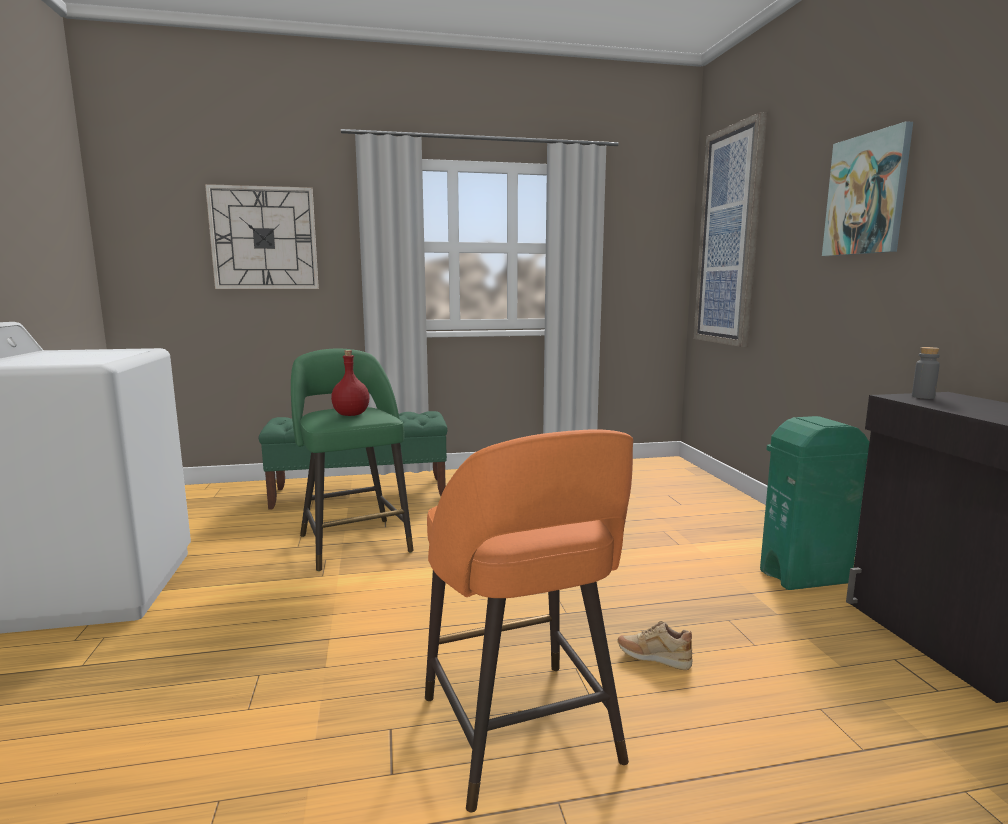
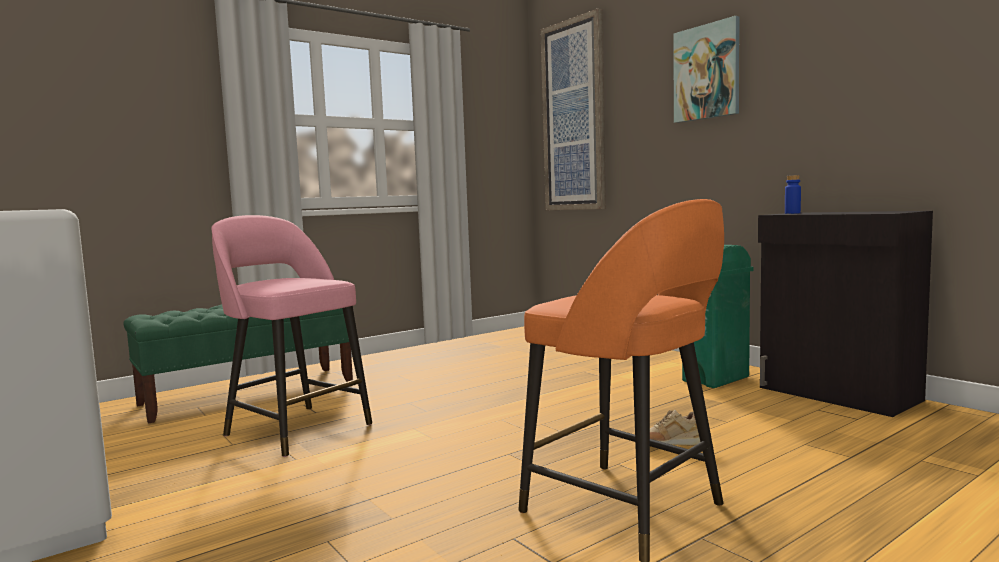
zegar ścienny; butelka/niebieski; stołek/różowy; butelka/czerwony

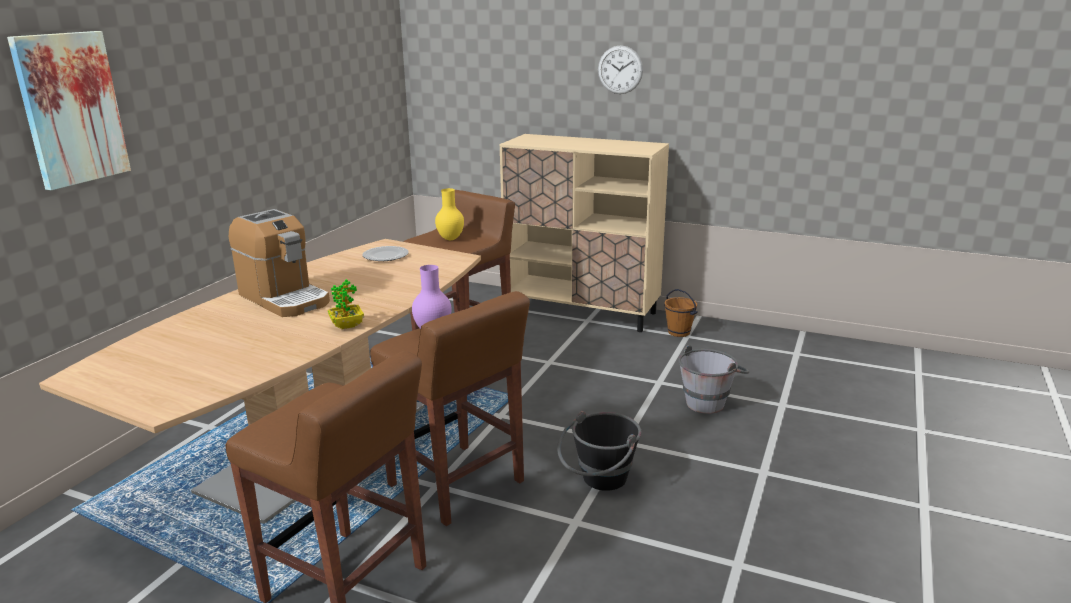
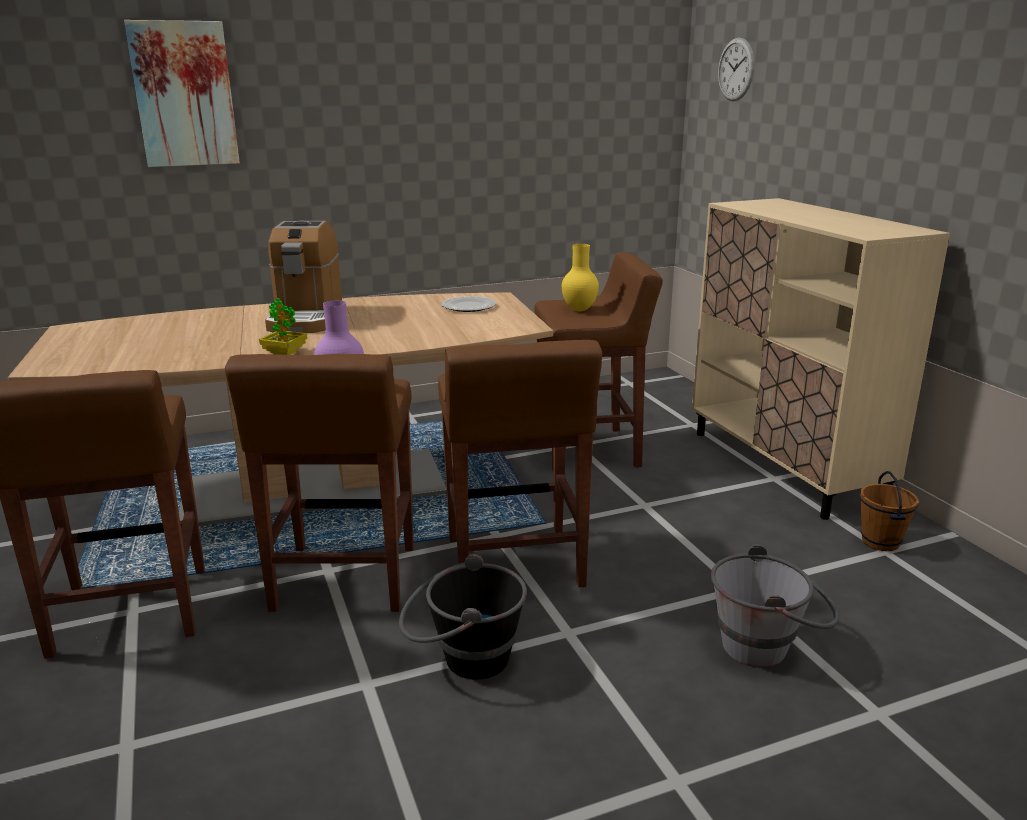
zegar ścienny; stołek/brązowy (3rd from left)

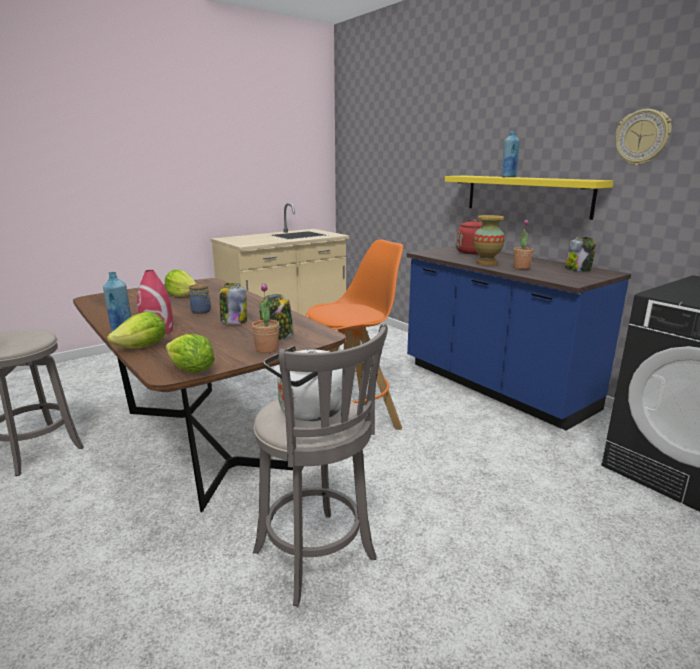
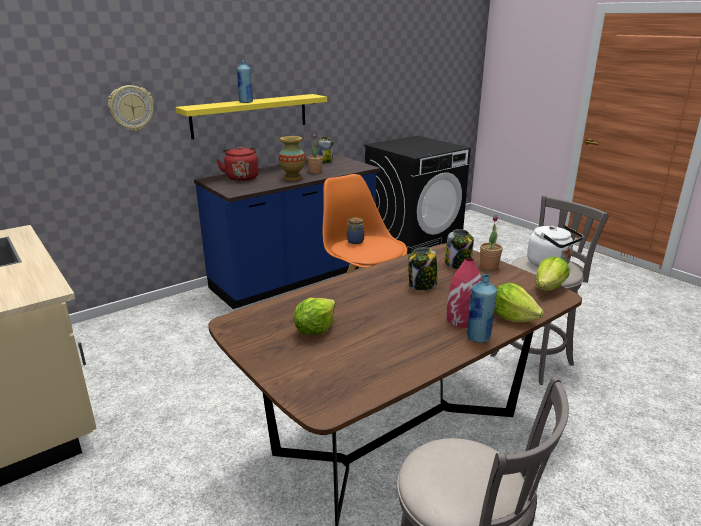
zegar ścienny; słoik (2nd from left)

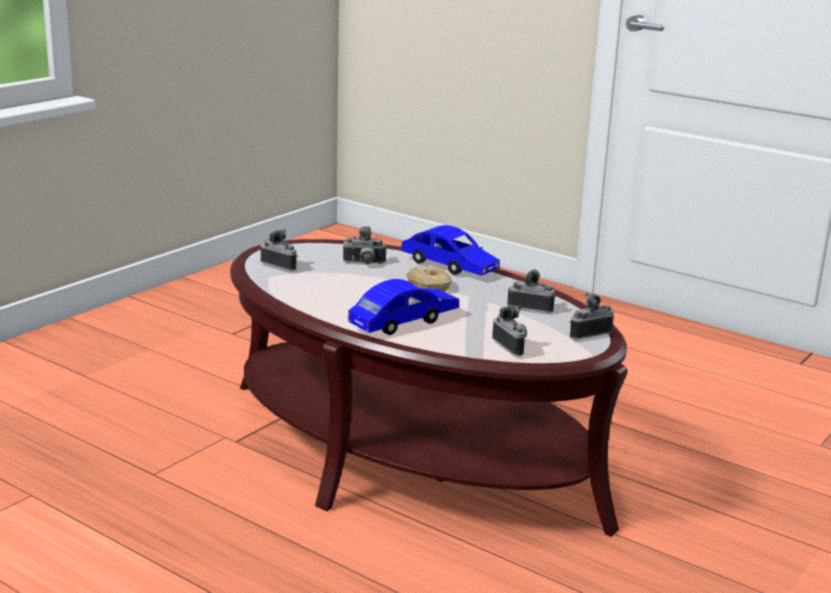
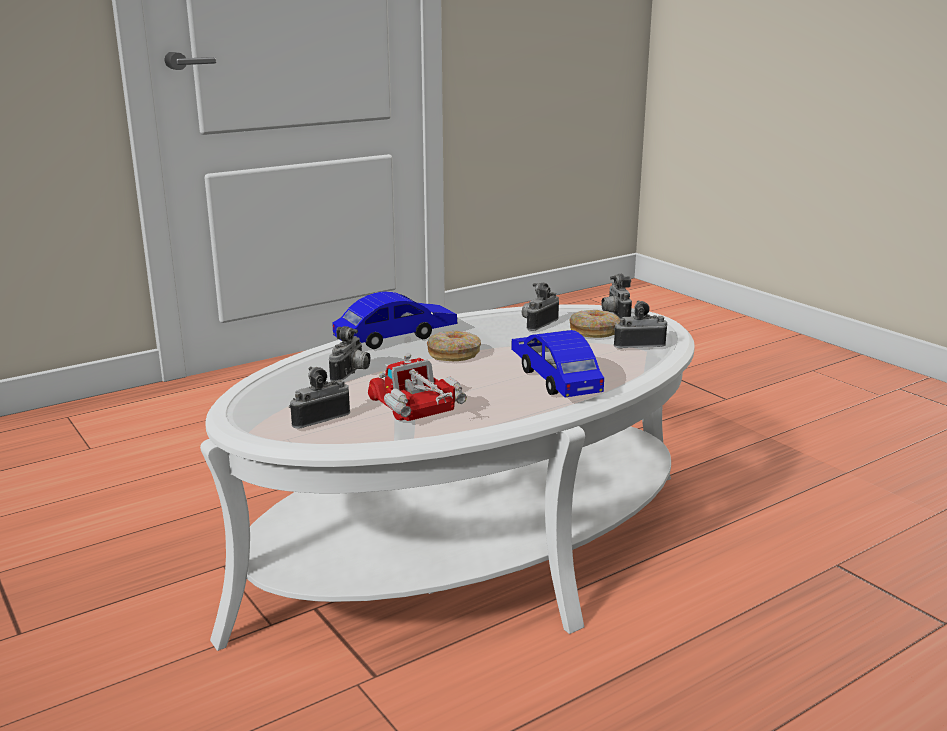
ława/biały; donut (2nd from left); ciężarówka zabawkowa

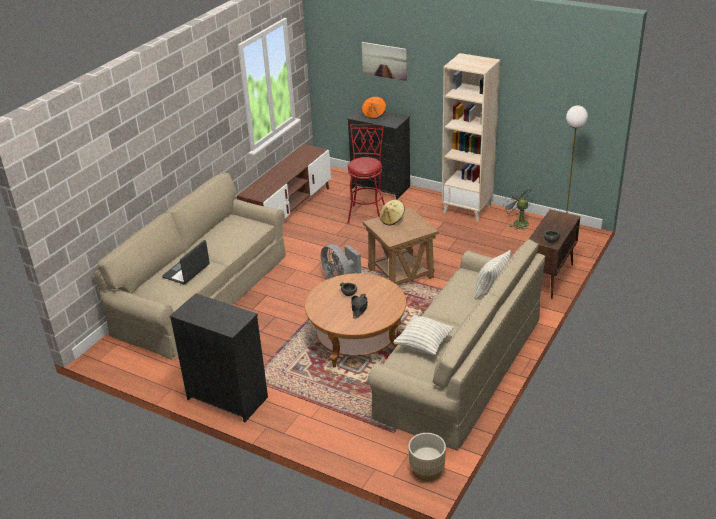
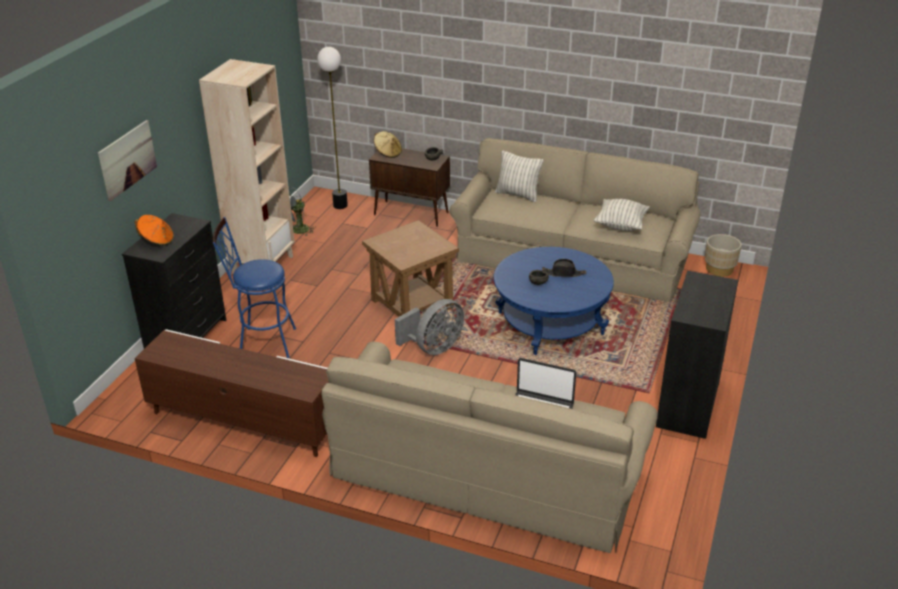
stołek/niebieski; kapelusz/beżowy; ława/niebieski

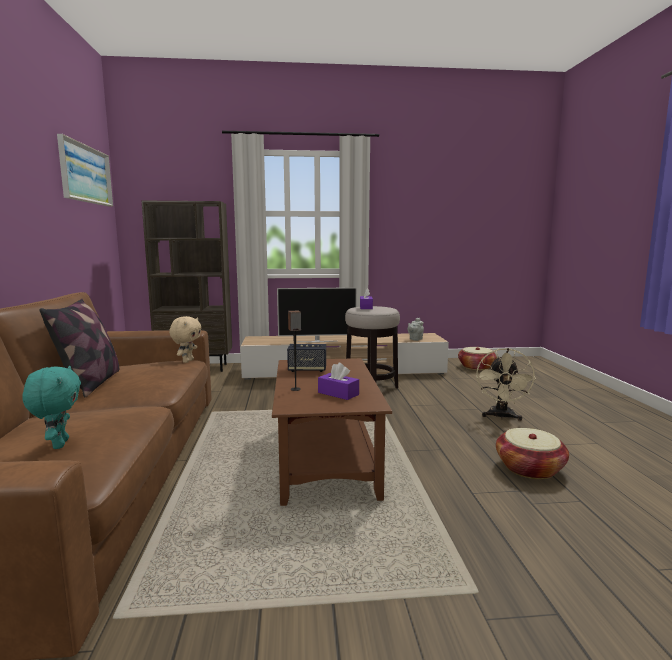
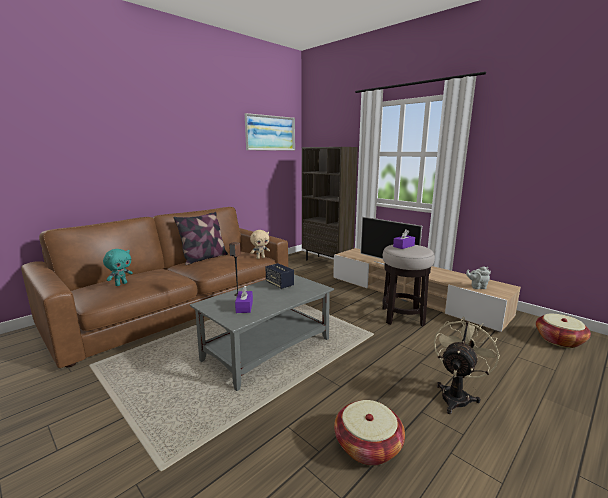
wentylator/beżowy; ława/szary

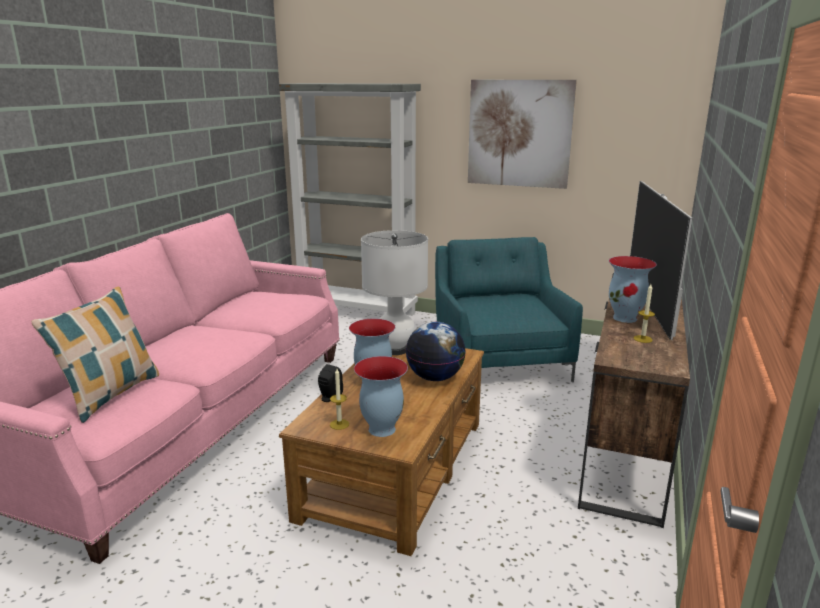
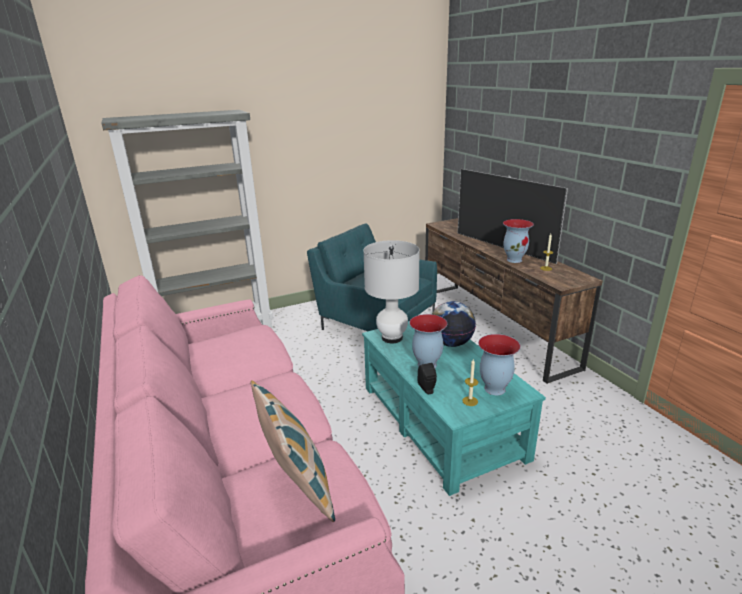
obraz; ława/turkusowy

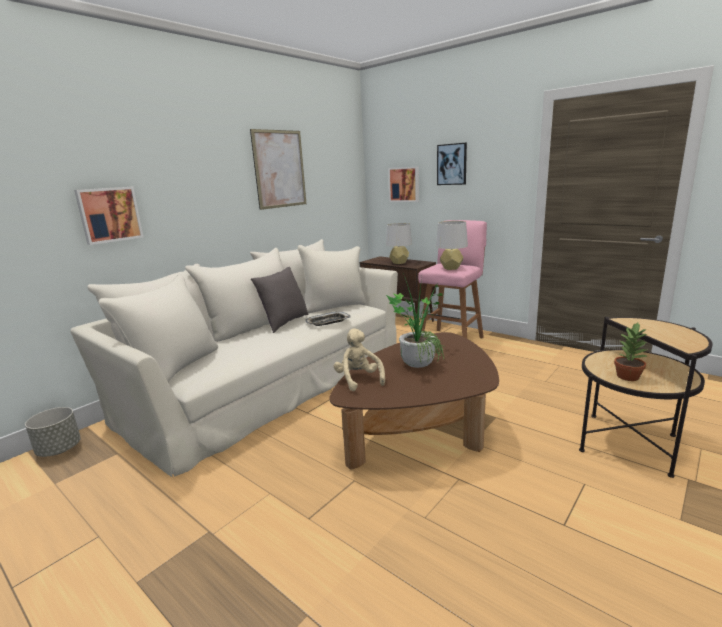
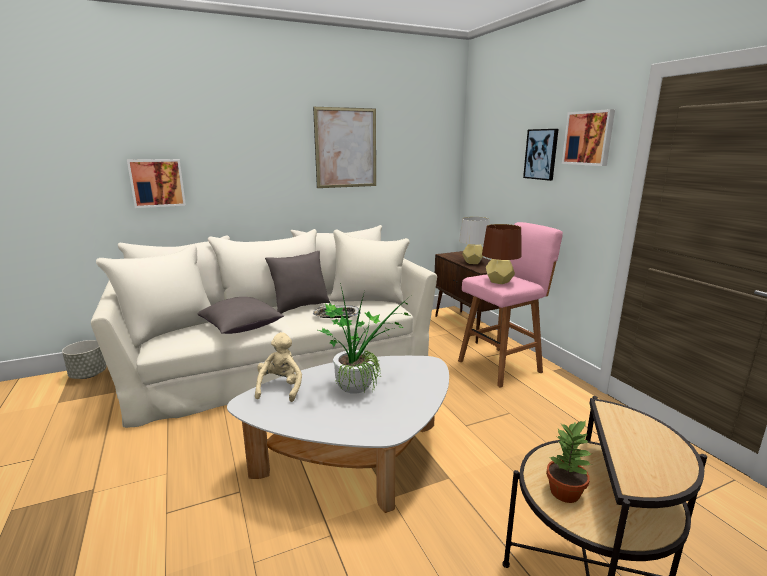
obraz (4th from left); lampa stołowa/brązowy; ława/biały; poduszka/szary (1st from left)

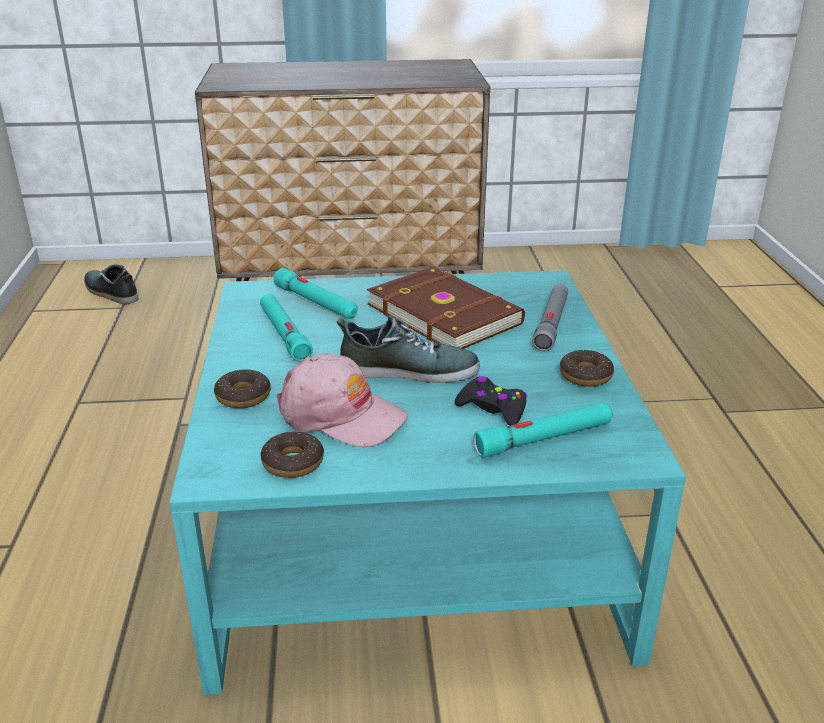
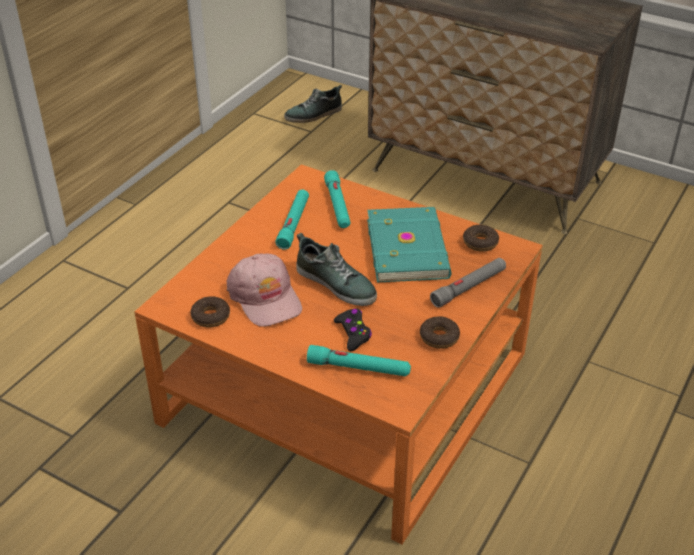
but (1st from left); książka/turkusowy; ława/pomarańczowy; donut (3rd from left)

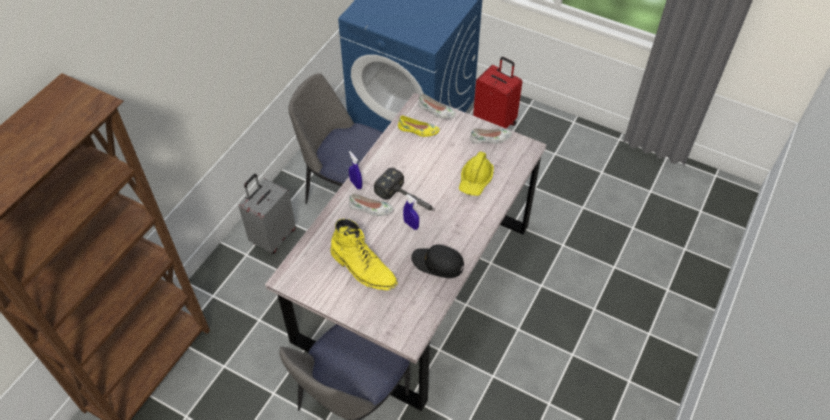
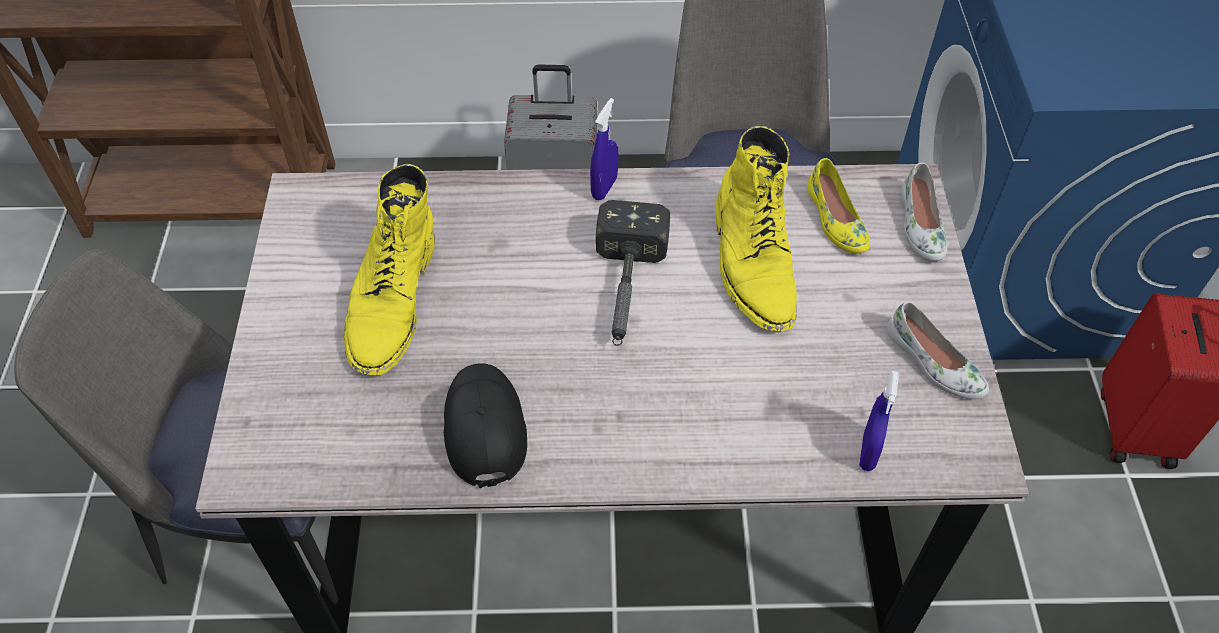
kask/żółty; but/biały (1st from left in the first image); spryskiwacz/niebieski (2nd from left); but z cholewką/żółty (2nd from left)

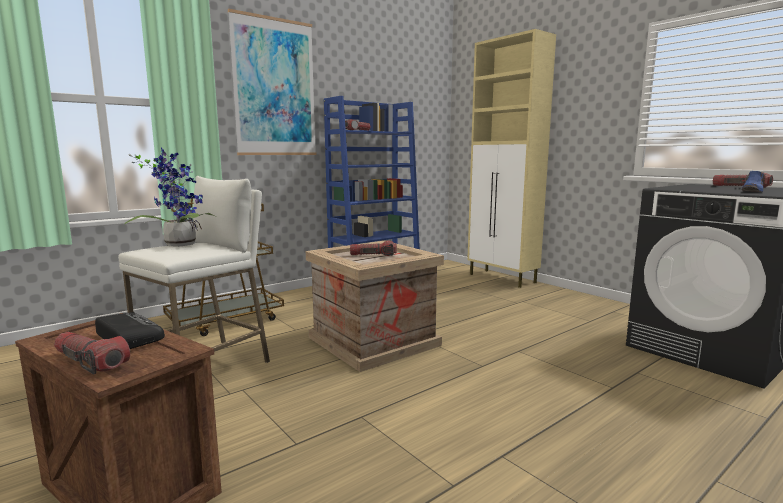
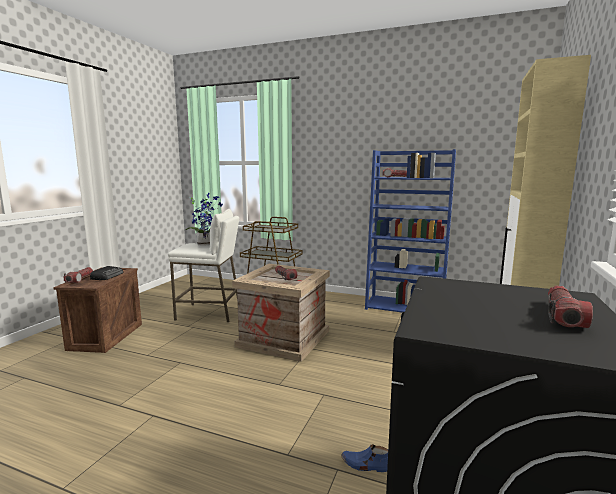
obraz; but/niebieski

